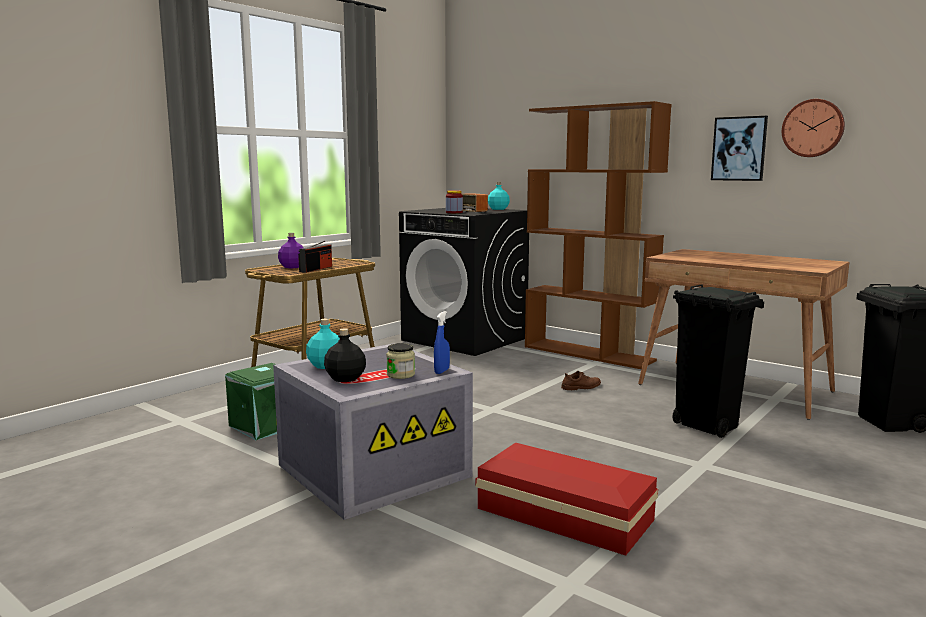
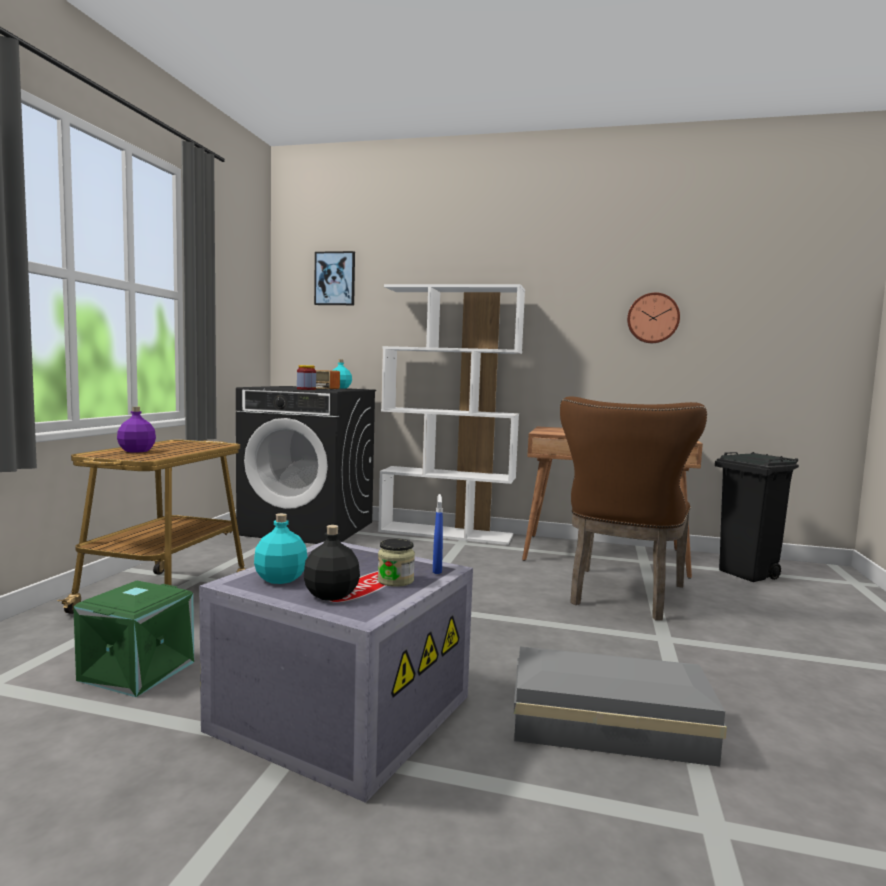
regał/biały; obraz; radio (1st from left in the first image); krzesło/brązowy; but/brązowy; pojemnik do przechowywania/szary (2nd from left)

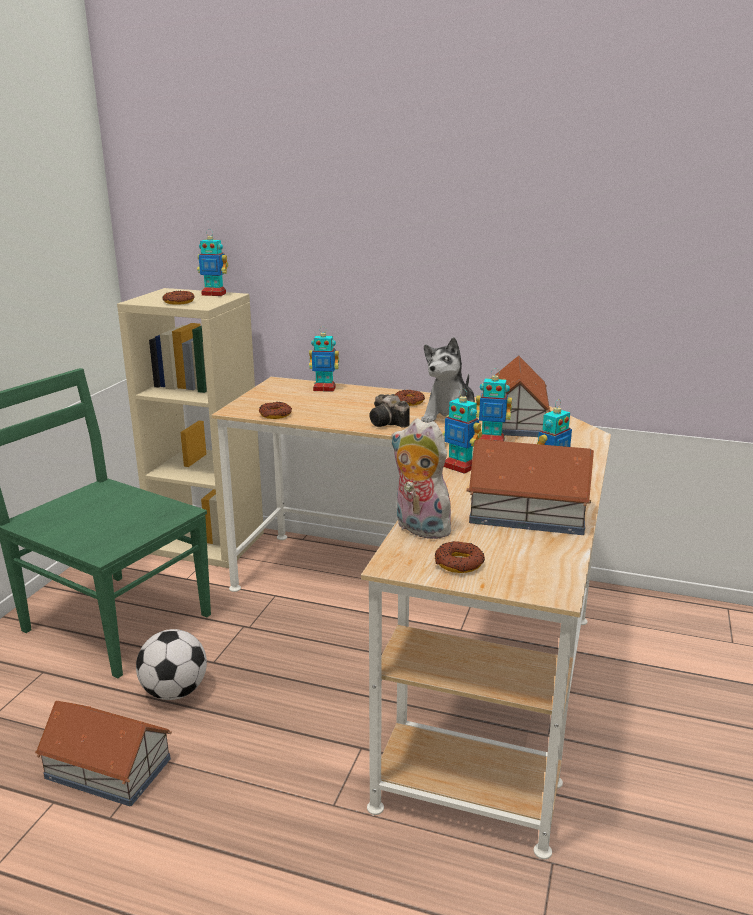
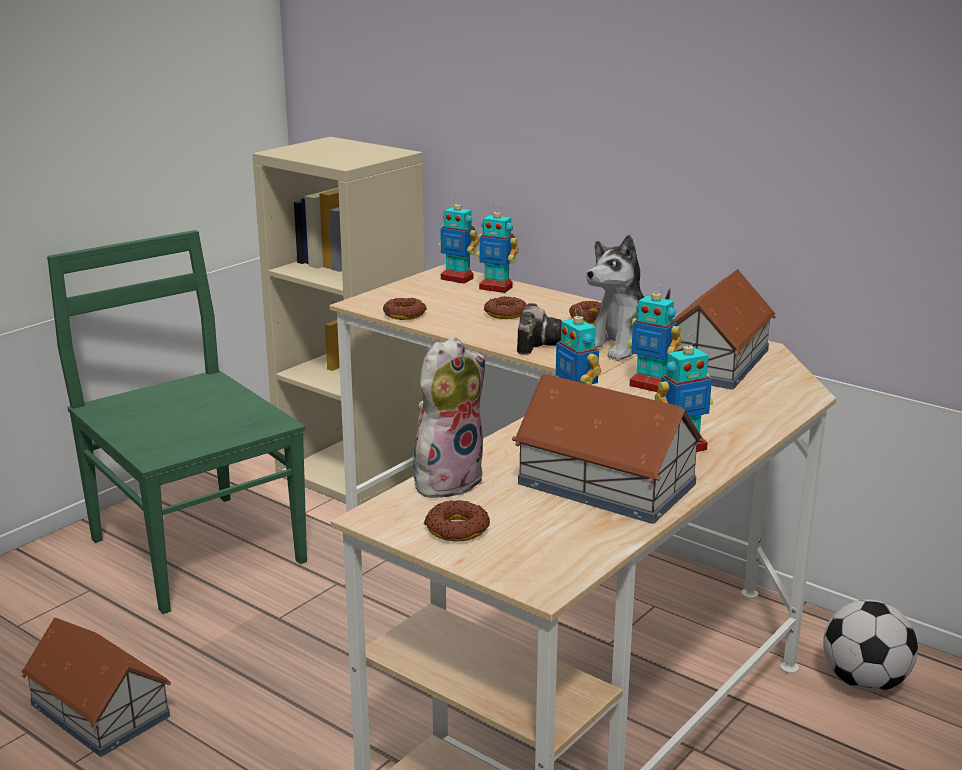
robot zabawkowy (1st from left); donut (3rd from left); aparat fotograficzny; pluszak (1st from left); piłka futbolowa

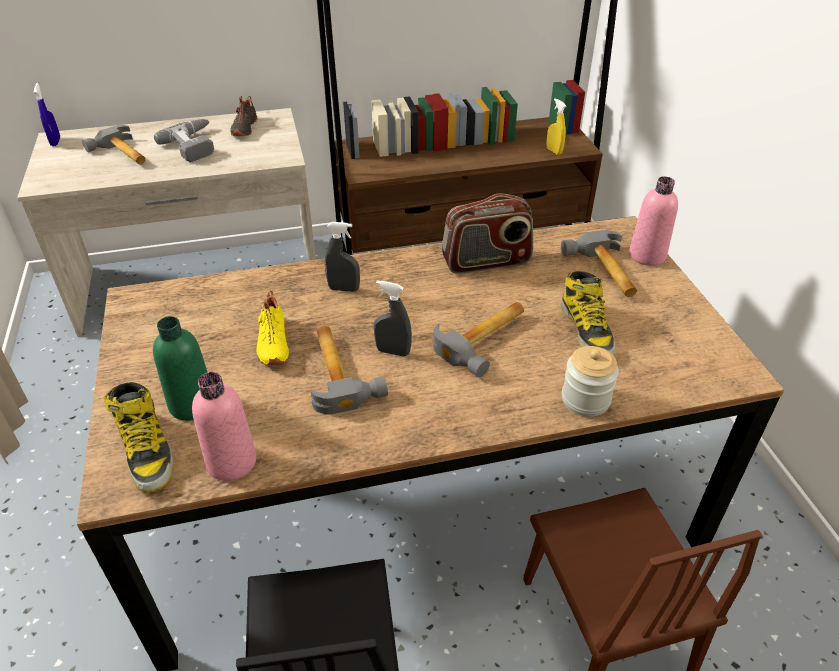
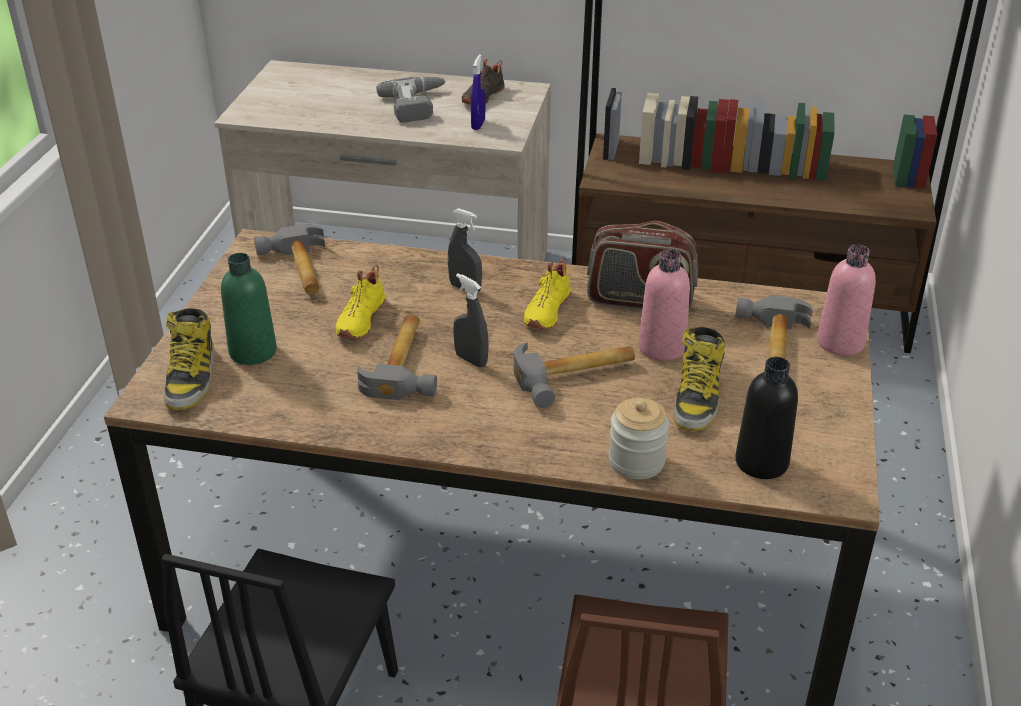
spryskiwacz/niebieski; spryskiwacz/żółty; młotek (1st from left); butelka/różowy (1st from left); but/żółty (2nd from left); butelka/czarny

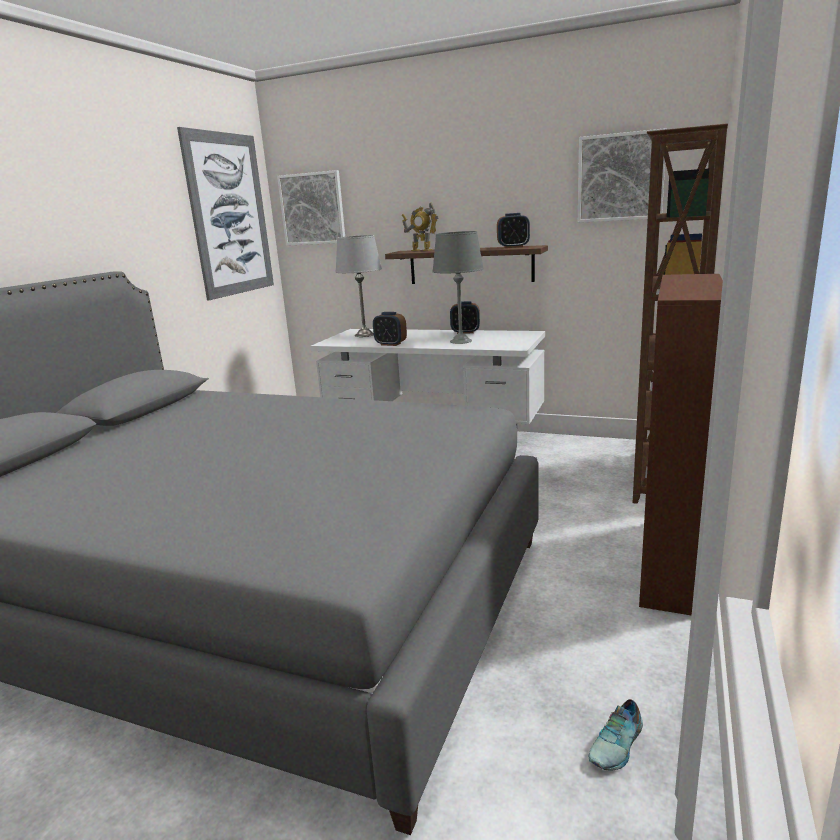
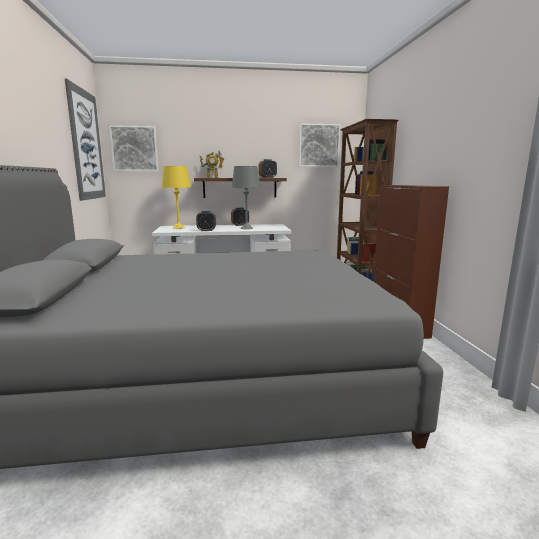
lampa stołowa/żółty; but

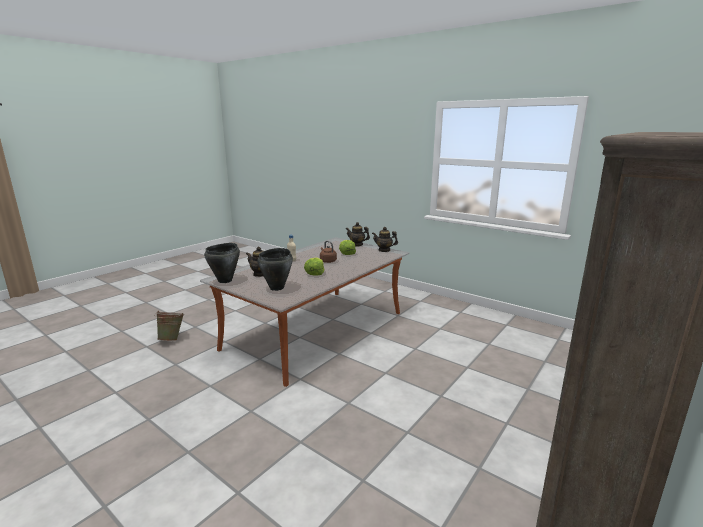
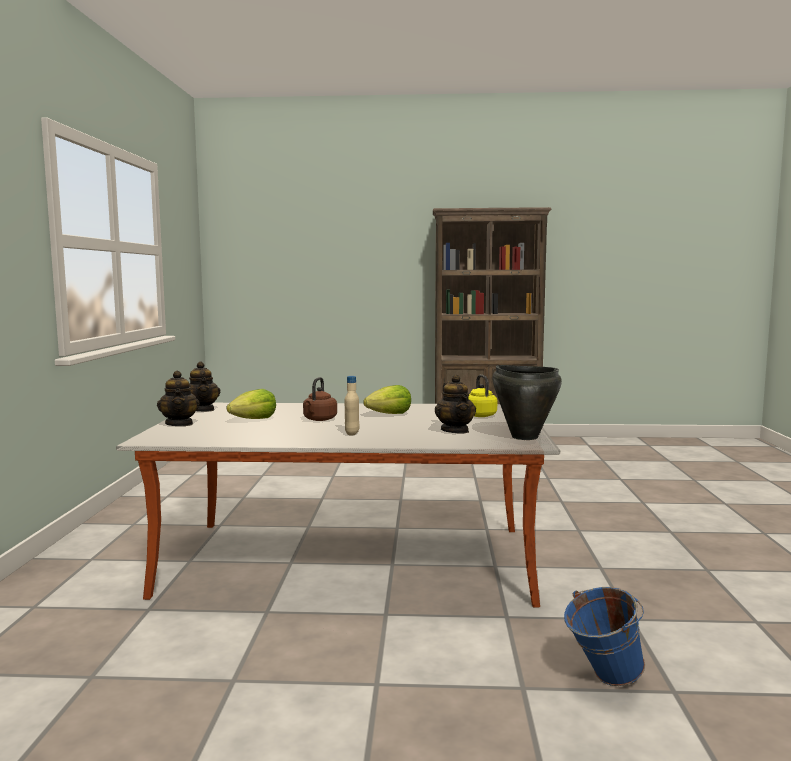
czajnik/żółty; wiadro/niebieski

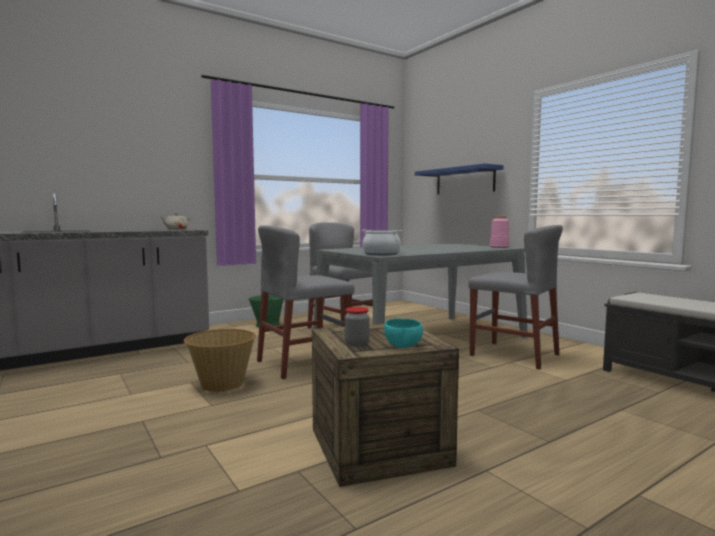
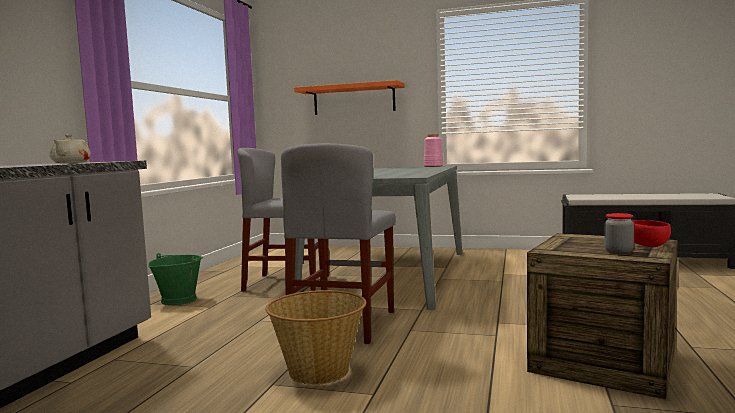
półka/pomarańczowy; krzesło/szary (3rd from left in the first image); garnek; miska/czerwony

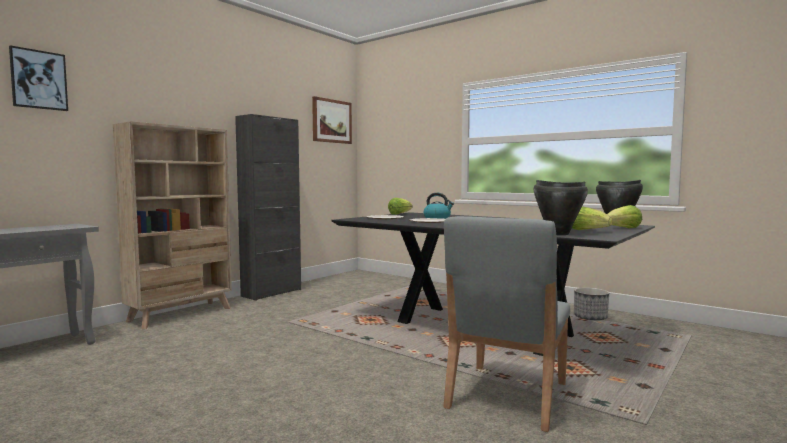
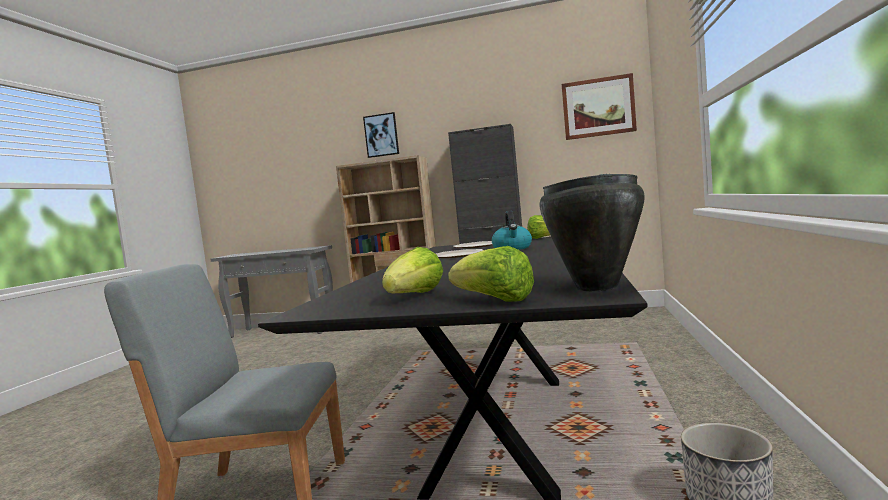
obraz (1st from left); garnek/czarny (1st from left in the first image)

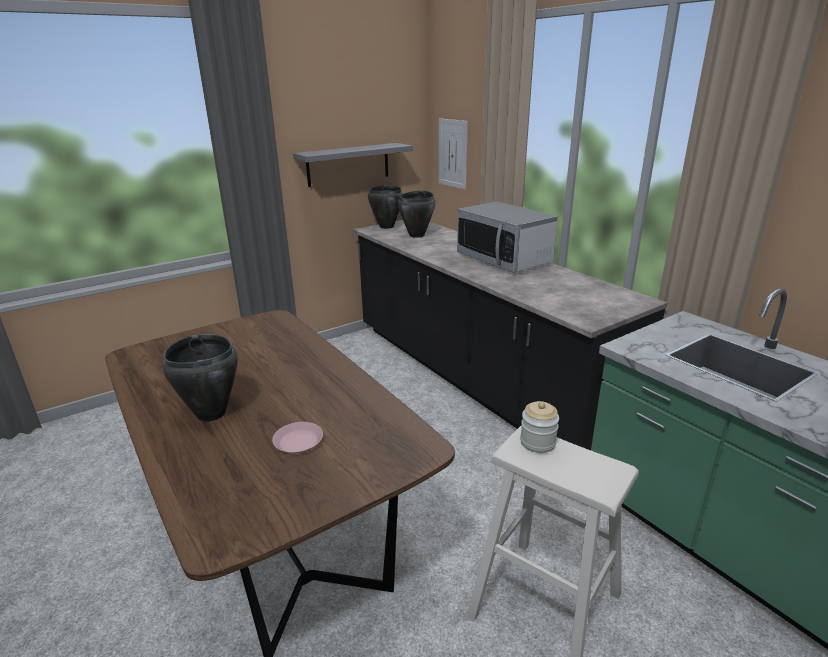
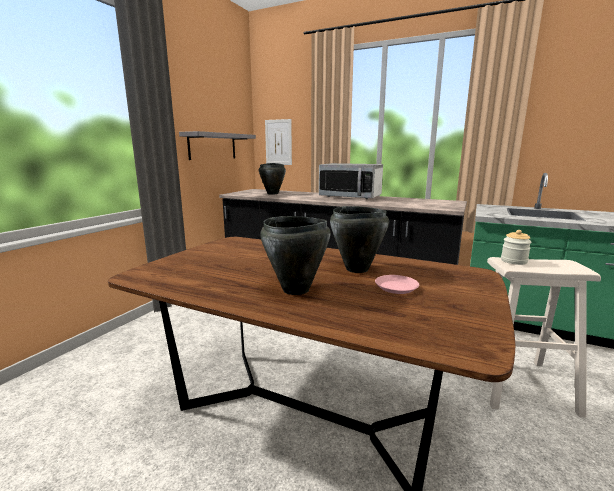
garnek/czarny (3rd from left)

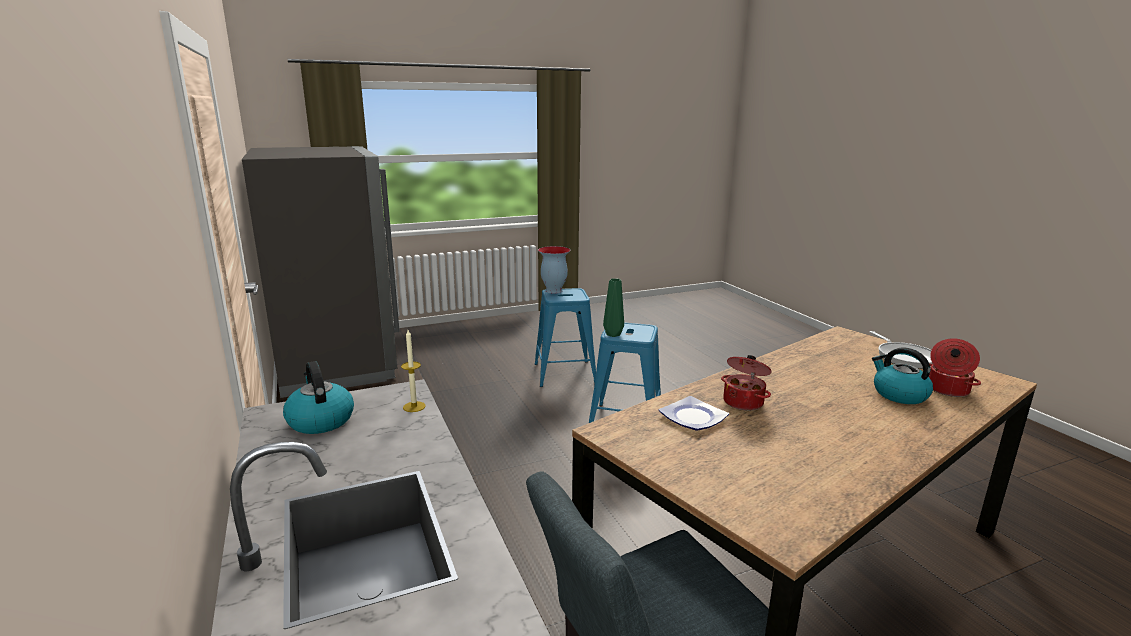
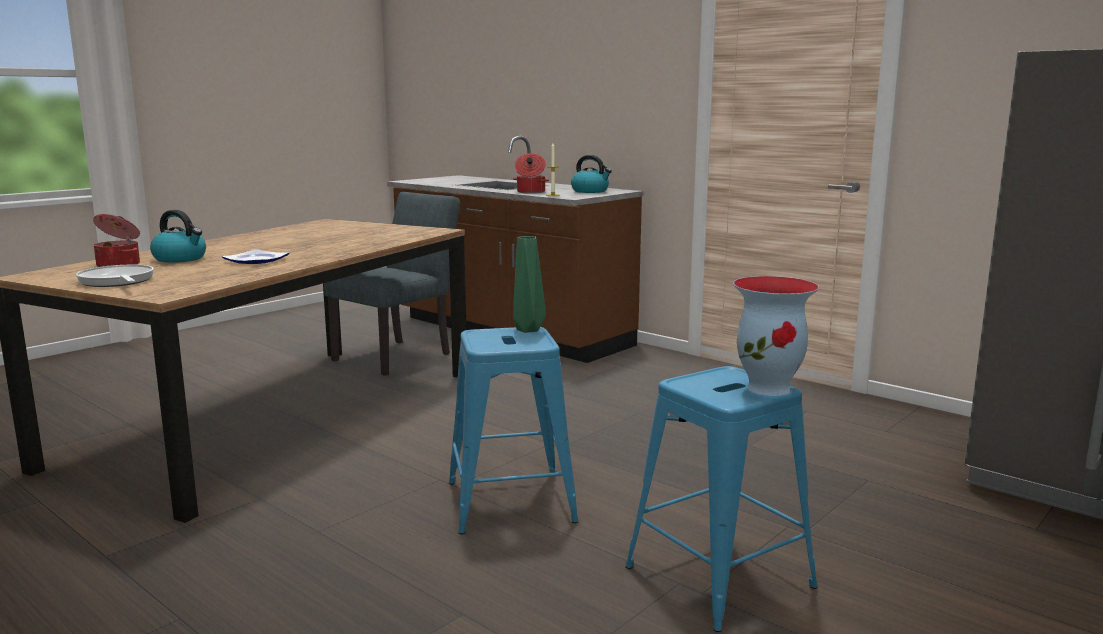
garnek (2nd from left); talerz

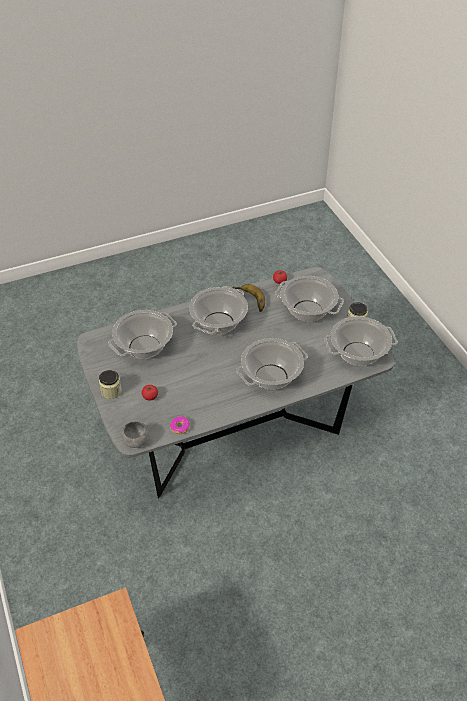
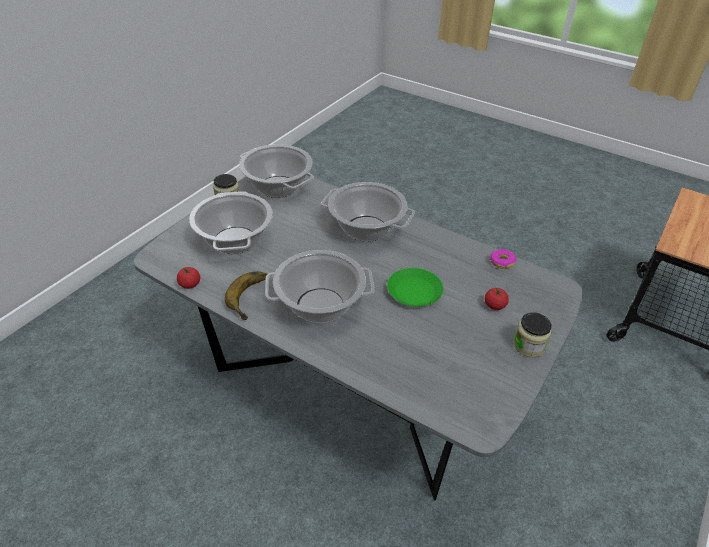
garnek (1st from left in the first image); miska/szary; talerz/zielony

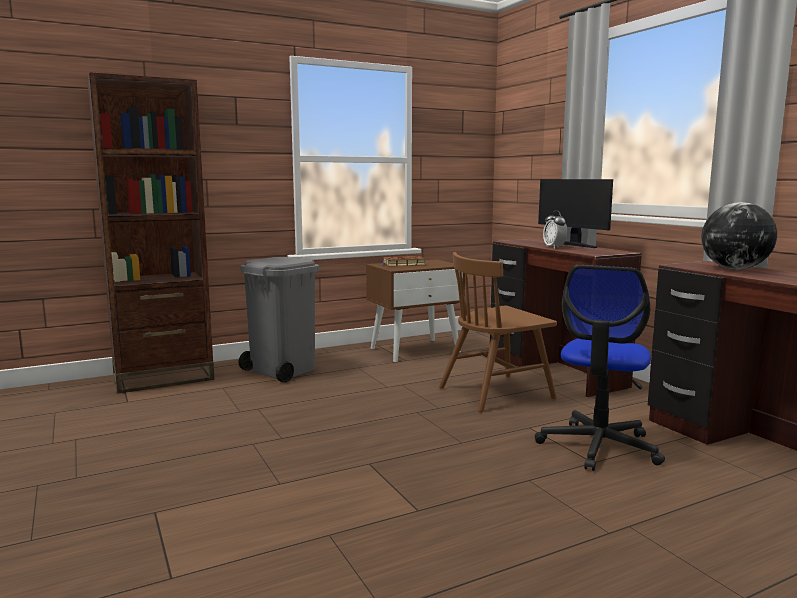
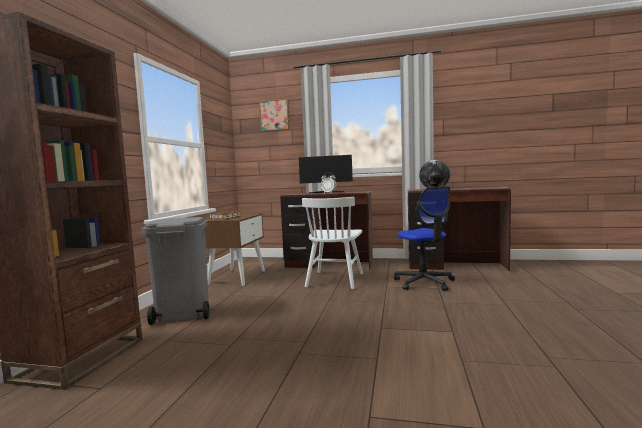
krzesło/biały; obraz

